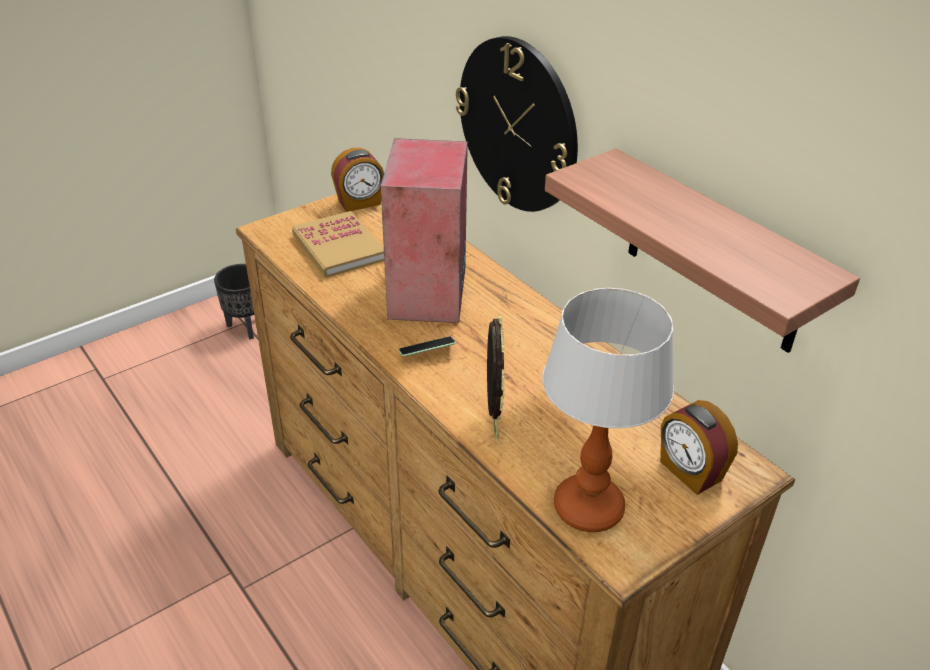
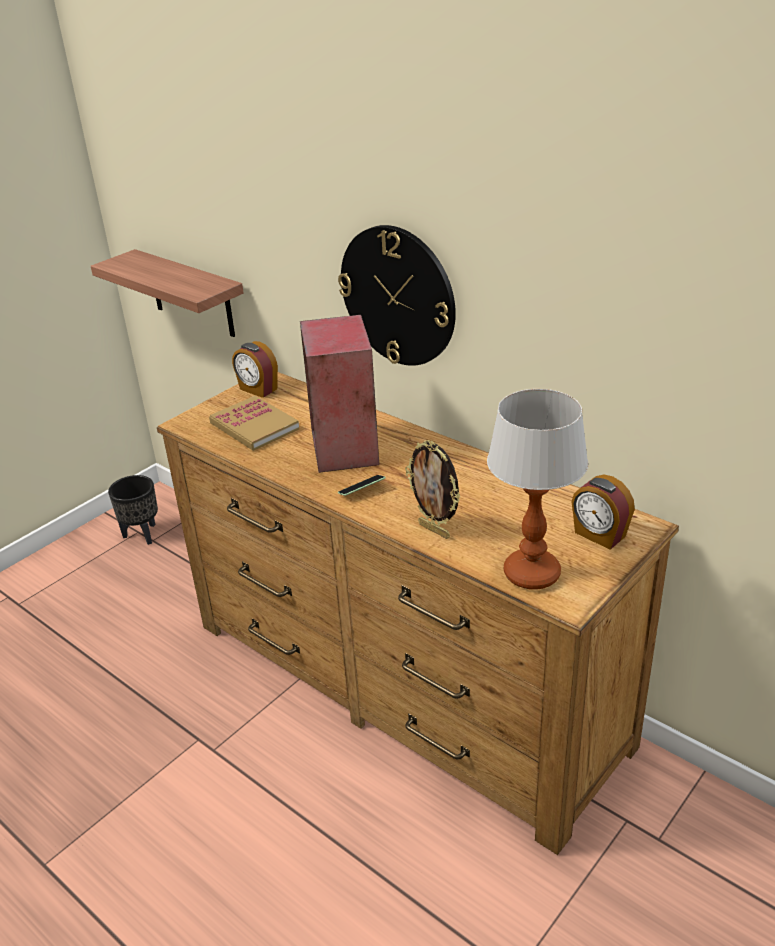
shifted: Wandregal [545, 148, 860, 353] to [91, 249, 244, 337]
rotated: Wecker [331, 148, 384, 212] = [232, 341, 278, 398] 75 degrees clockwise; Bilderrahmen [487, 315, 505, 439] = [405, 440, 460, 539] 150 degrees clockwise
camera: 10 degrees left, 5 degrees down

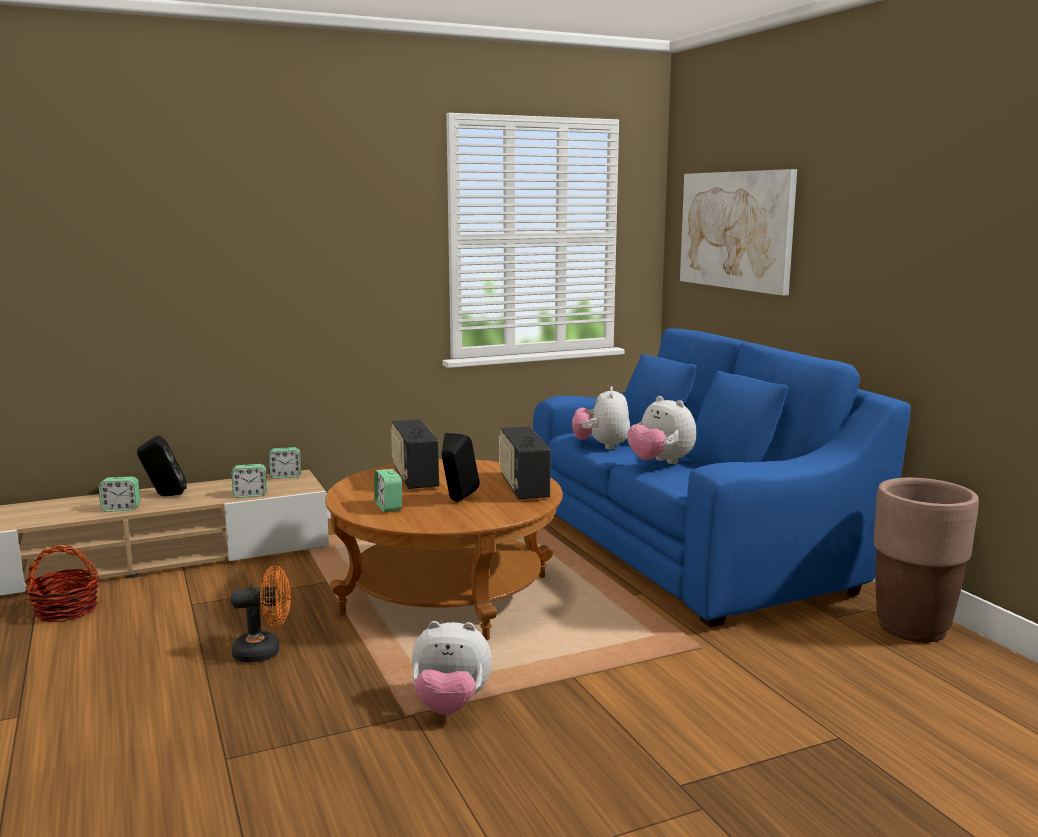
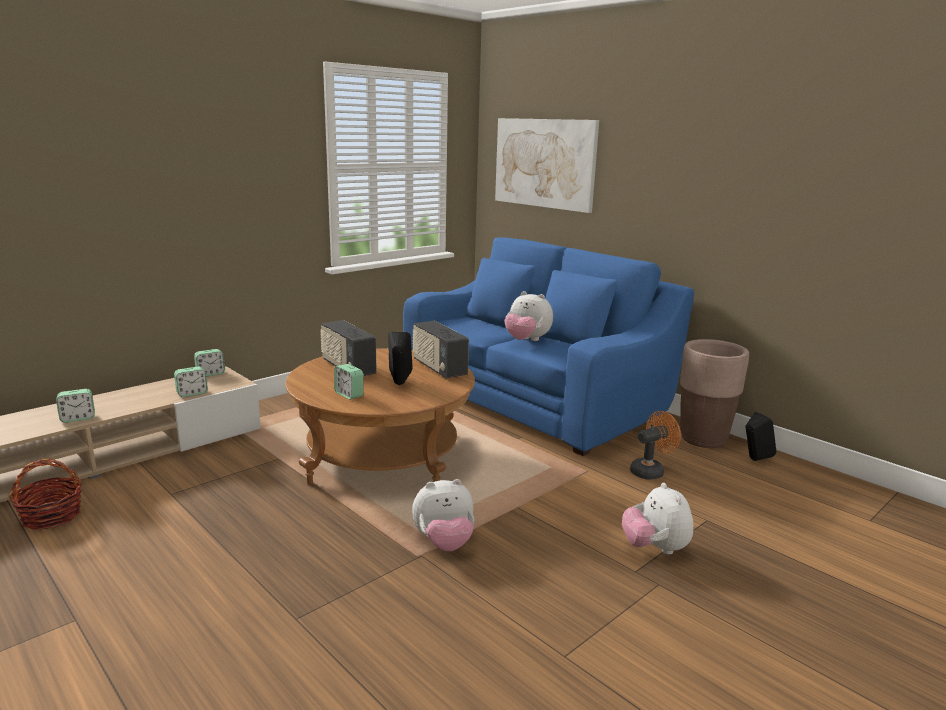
shifted: Plüschtier [572, 387, 630, 450] to [622, 483, 694, 555]; Lautsprecher (schwarz) [137, 435, 187, 496] to [746, 412, 776, 461]; Ventilator (orange) [231, 566, 291, 663] to [630, 411, 681, 480]
camera: 20 degrees left, 5 degrees up

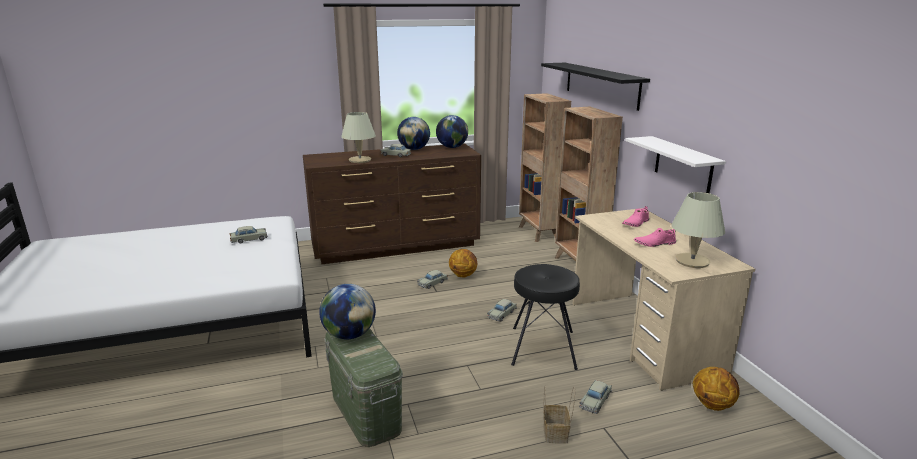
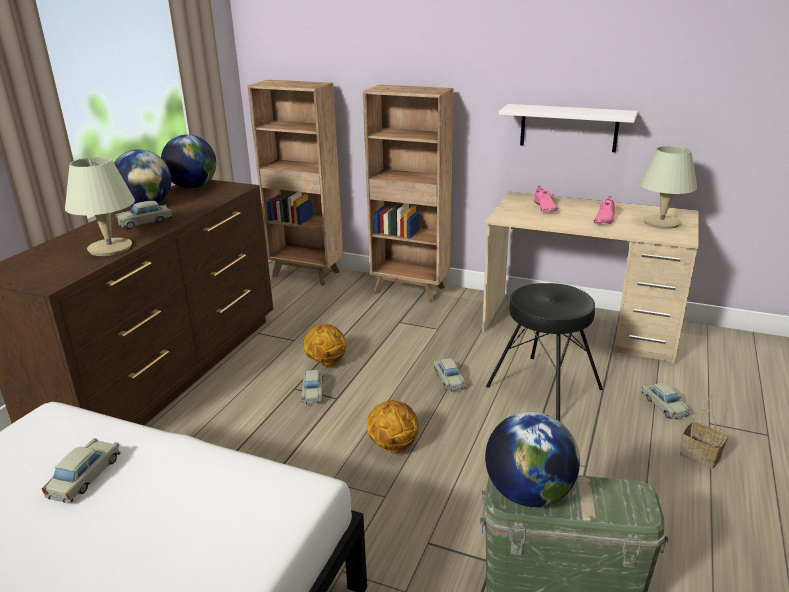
gone: Wandregal (schwarz) [541, 63, 650, 111]
shifted: Basketball [693, 367, 739, 411] to [367, 400, 418, 453]
camera: 50 degrees left, 5 degrees up

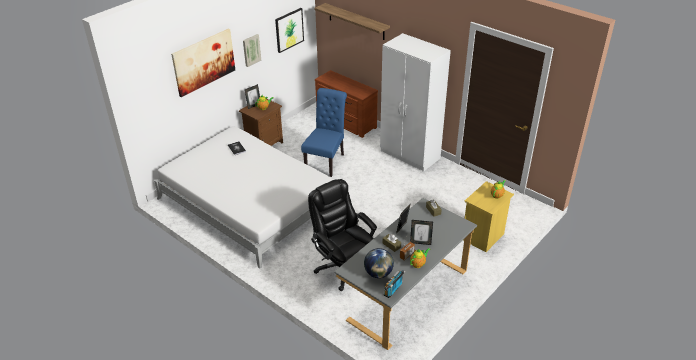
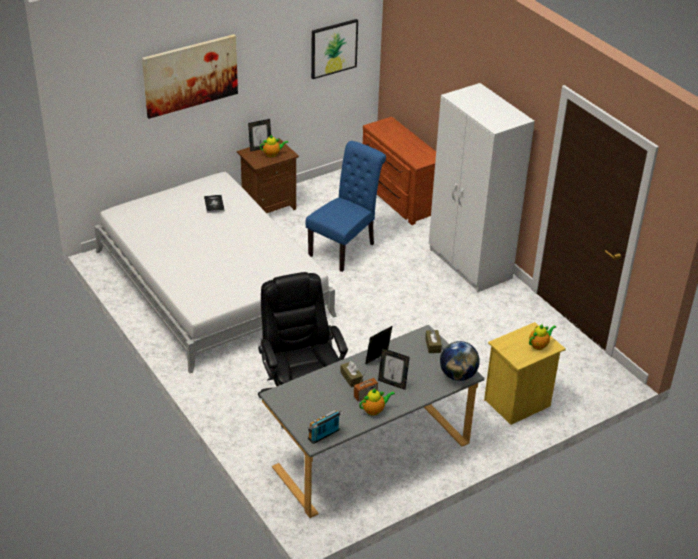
gone: Wandregal [315, 3, 390, 40]; Bild [243, 34, 261, 67]
shifted: Globus [364, 248, 394, 278] to [440, 341, 480, 381]
camera: 15 degrees right, 0 degrees up

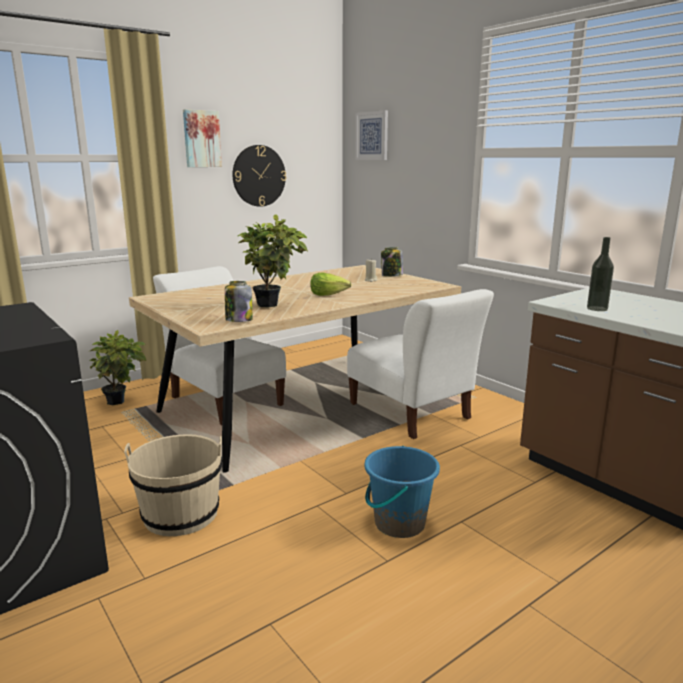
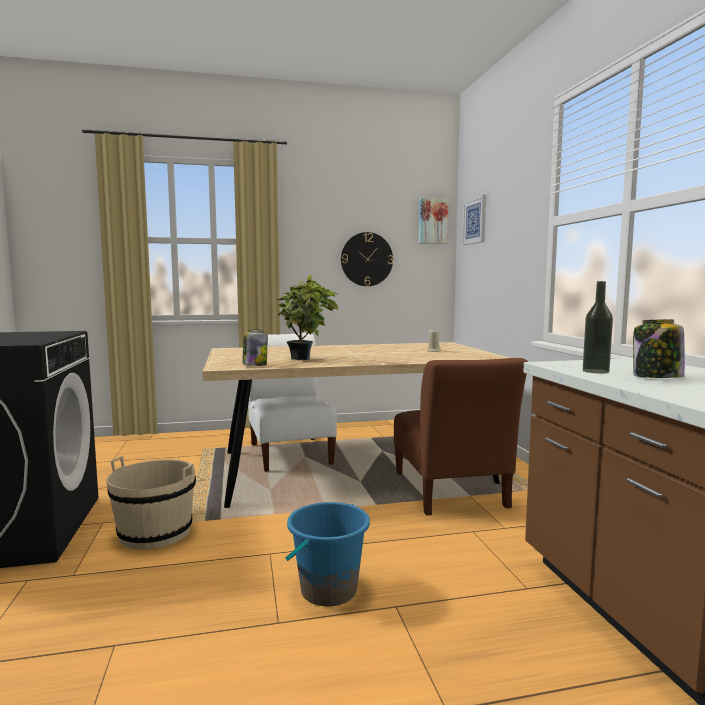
gone: Salatkopf [310, 273, 352, 296]; Topfpflanze [89, 330, 146, 405]
shifted: Bild [183, 109, 222, 167] to [419, 198, 449, 244]; Vorratsglas [381, 247, 403, 276] to [633, 319, 685, 378]
repainted: Stuhl (weiß) [347, 289, 494, 439] to Stuhl (braun) [394, 358, 528, 515]
camera: 25 degrees right, 10 degrees down

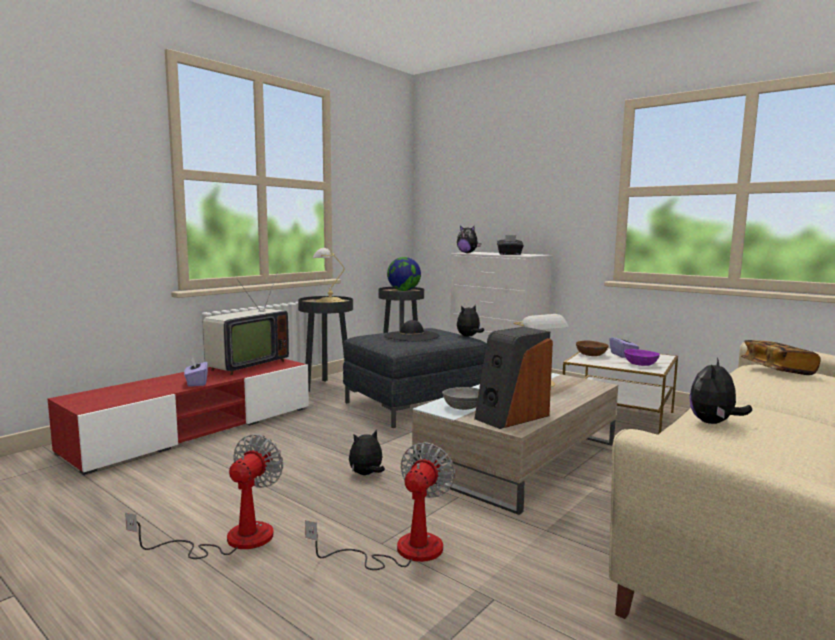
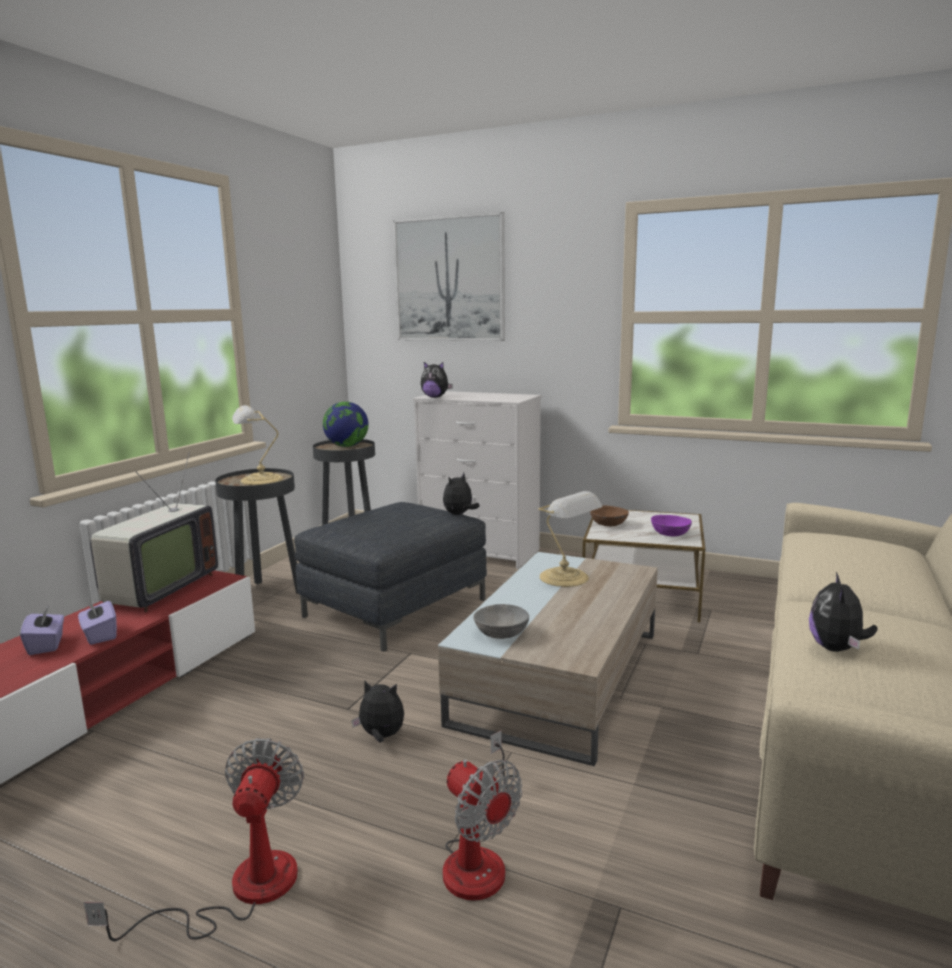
gone: Taschentuchbox (schwarz) [497, 235, 524, 255]; Hut (schwarz) [384, 320, 440, 341]; Lautsprecher [474, 327, 553, 429]; Buch [741, 340, 821, 375]
new: Bild [393, 212, 505, 341]
shifted: Taschentuchbox (lila) [609, 332, 639, 358] to [20, 605, 64, 655]
rotated: Plüschtier [349, 429, 385, 475] = [351, 680, 404, 742] 60 degrees clockwise; Ventilator [305, 442, 455, 570] = [443, 731, 522, 901] 135 degrees clockwise
camera: 15 degrees left, 5 degrees up

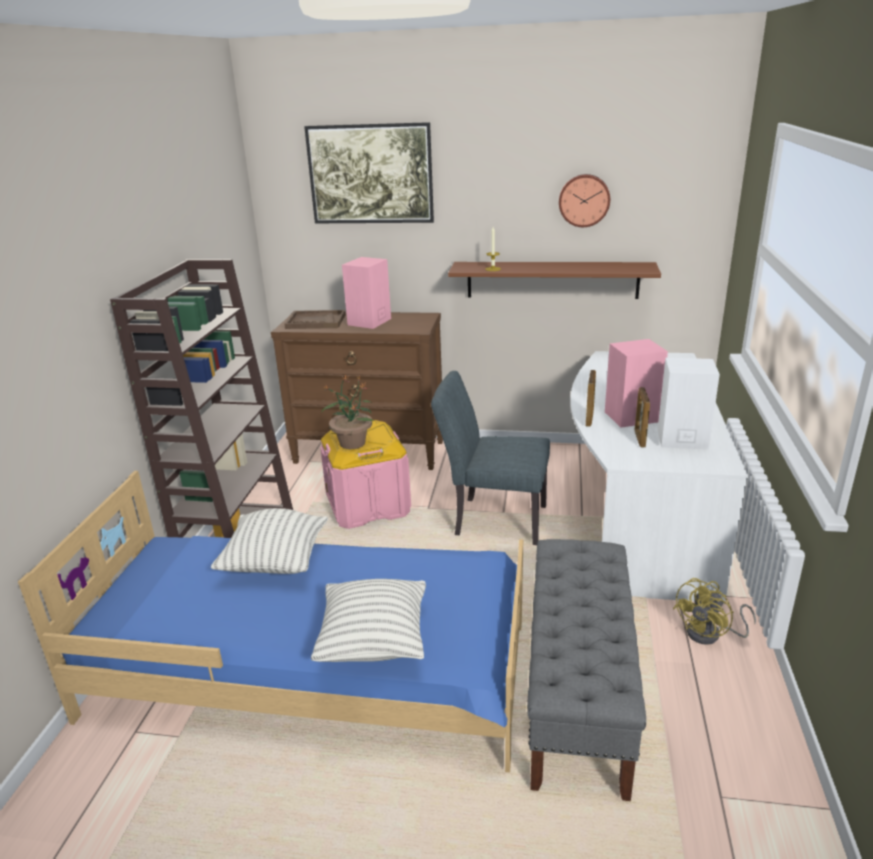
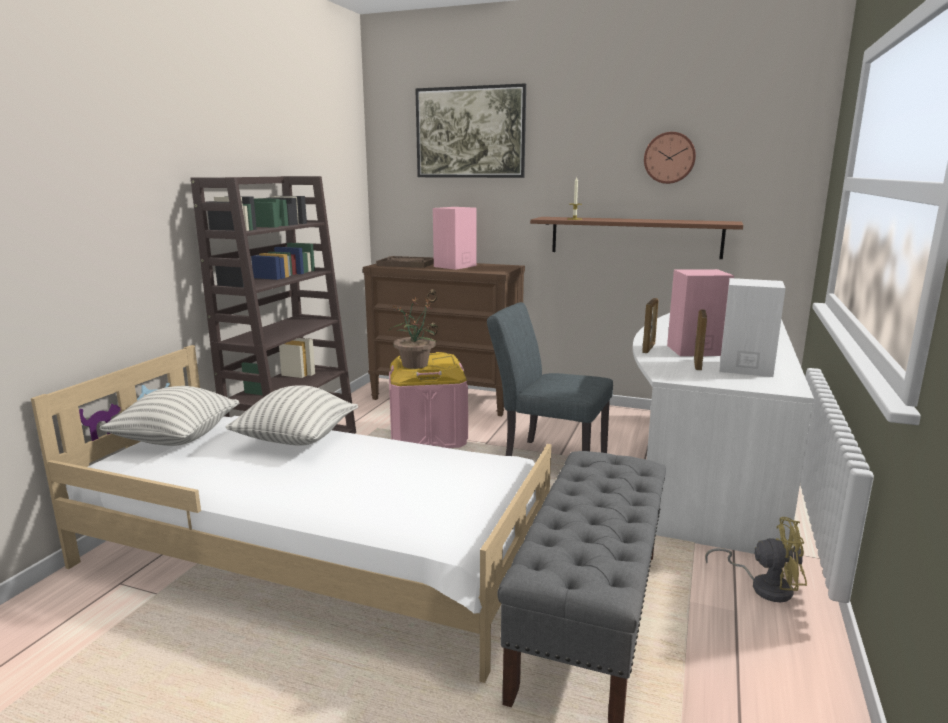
shifted: Kissen [311, 579, 426, 662] to [99, 386, 239, 446]
repainted: Bett (blau) [18, 471, 523, 773] to Bett (weiß) [31, 345, 551, 683]
rotated: Ventilator (gelb) [673, 578, 756, 645] = [705, 517, 807, 602] 135 degrees counterclockwise
camera: 10 degrees right, 10 degrees down

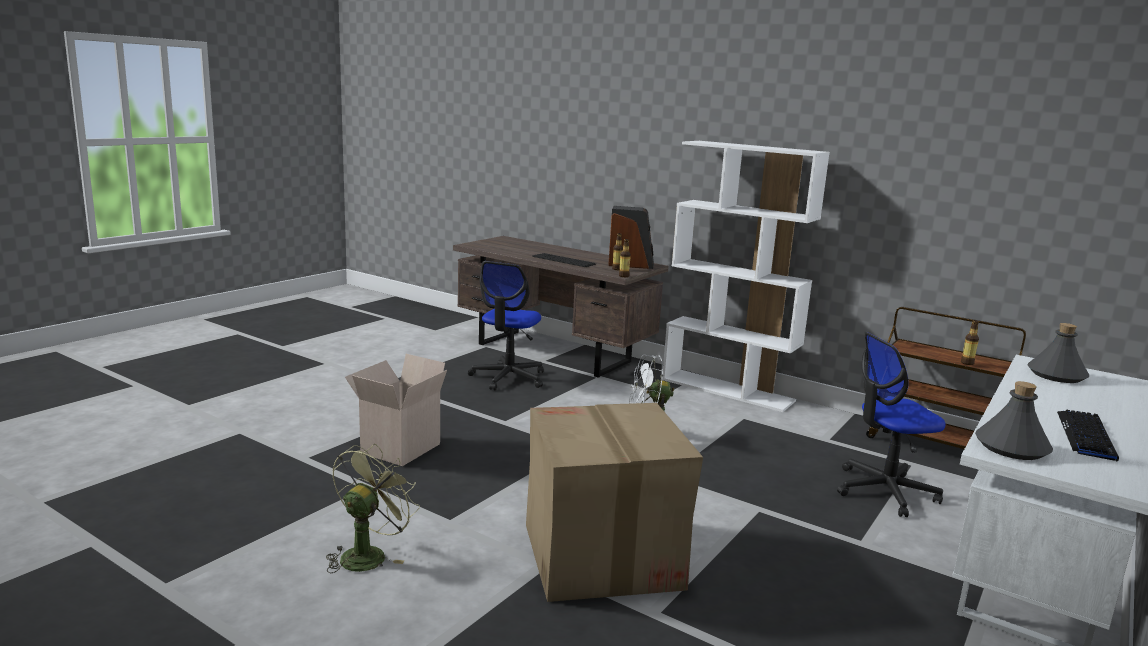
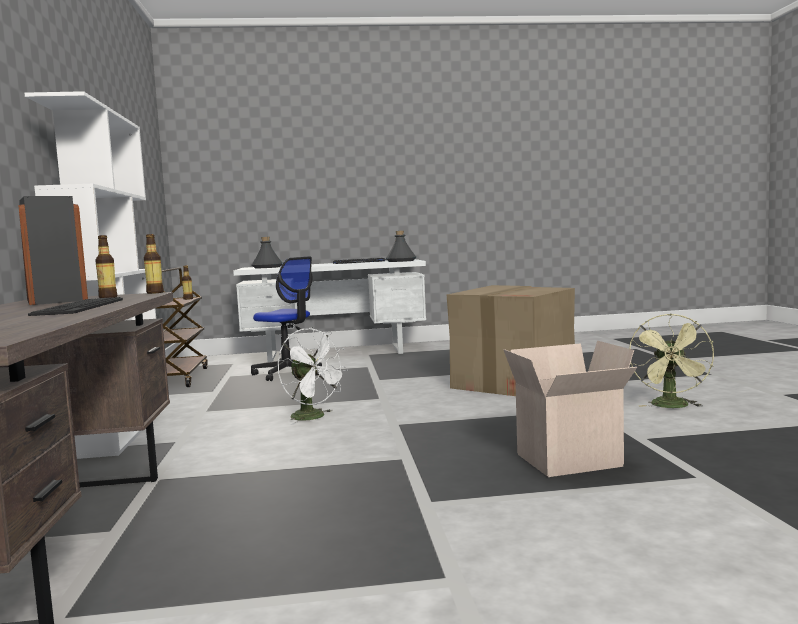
gone: Bürostuhl [468, 261, 544, 390]
rotated: Ventilator (grün) [326, 444, 420, 573] = [629, 314, 714, 408] 60 degrees counterclockwise
camera: 130 degrees left, 10 degrees down

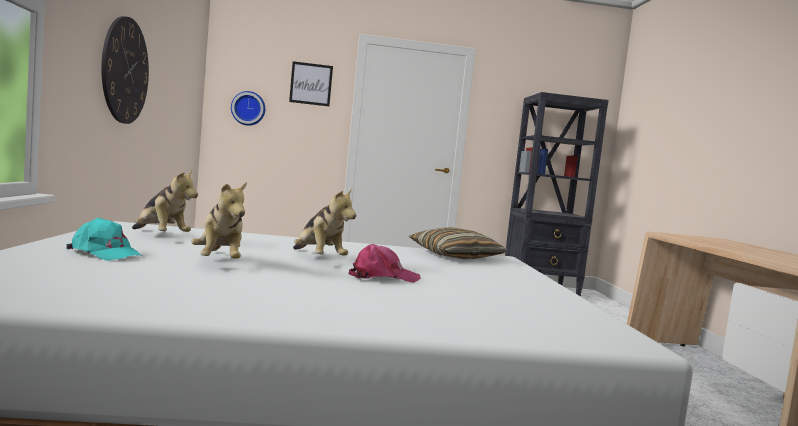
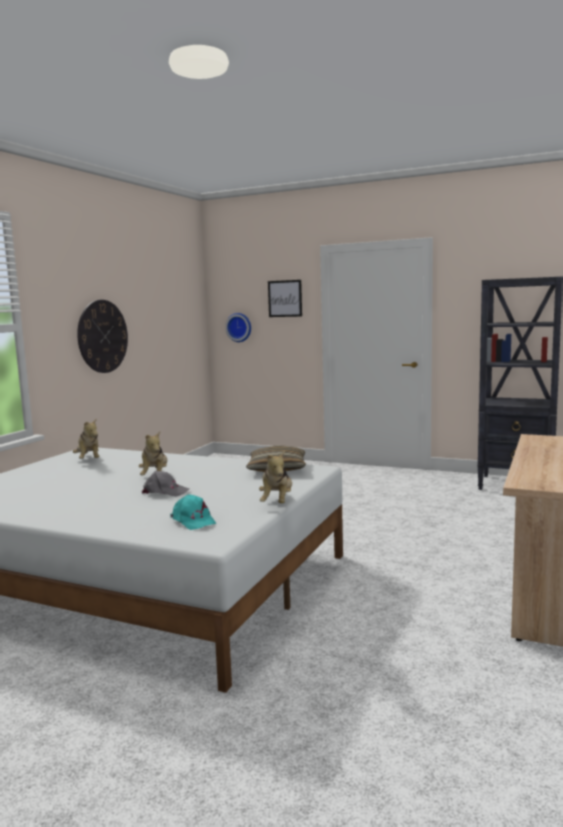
shifted: Plüschtier [191, 182, 247, 259] to [259, 451, 292, 503]; Kappe (türkis) [66, 218, 142, 261] to [170, 494, 216, 530]
repainted: Kappe (rosa) [349, 244, 421, 283] to Kappe (grau) [142, 471, 189, 497]
camera: 30 degrees right, 5 degrees up

